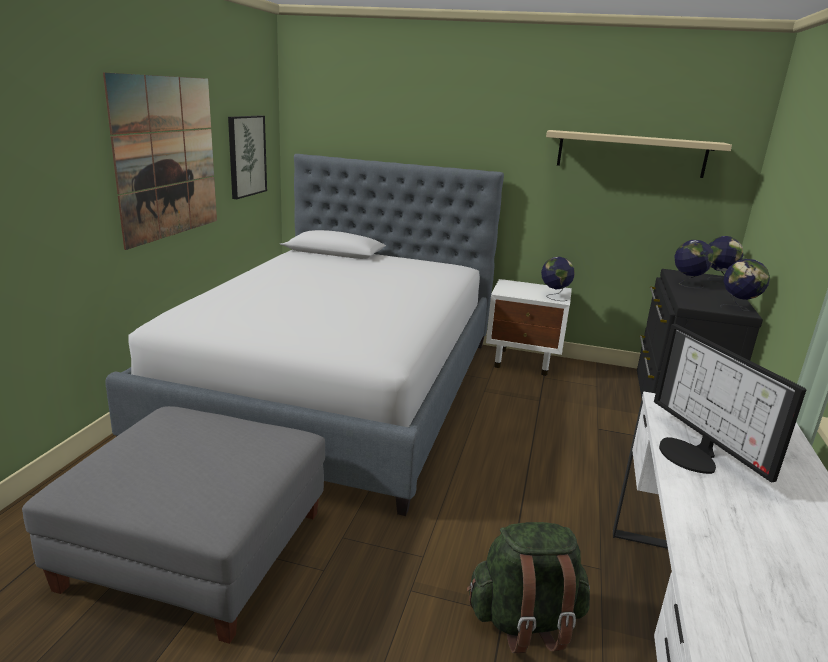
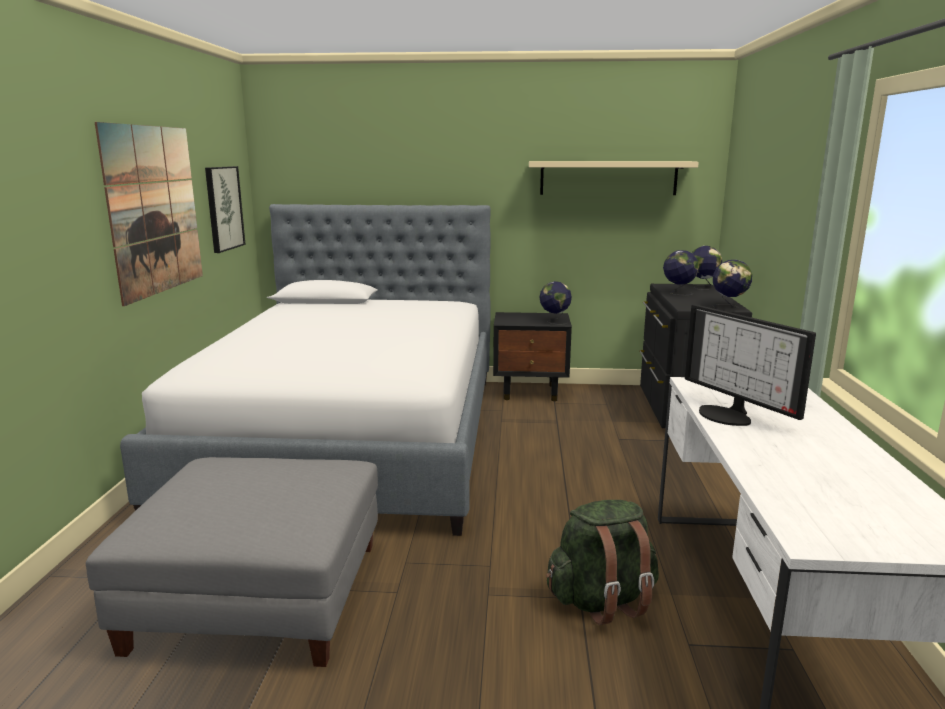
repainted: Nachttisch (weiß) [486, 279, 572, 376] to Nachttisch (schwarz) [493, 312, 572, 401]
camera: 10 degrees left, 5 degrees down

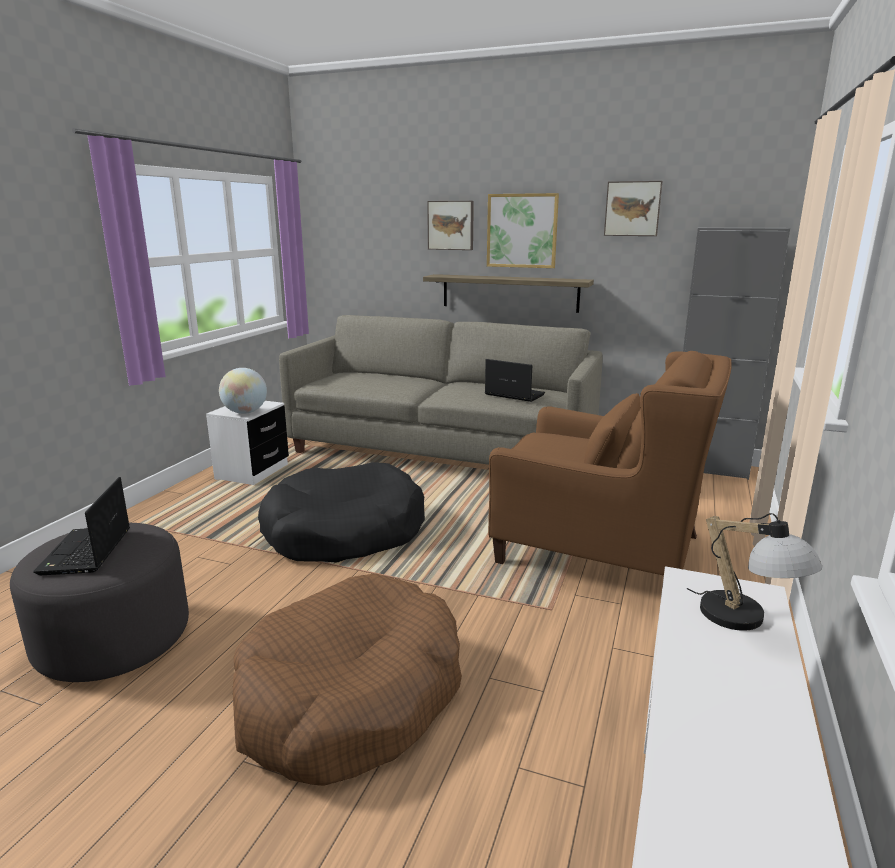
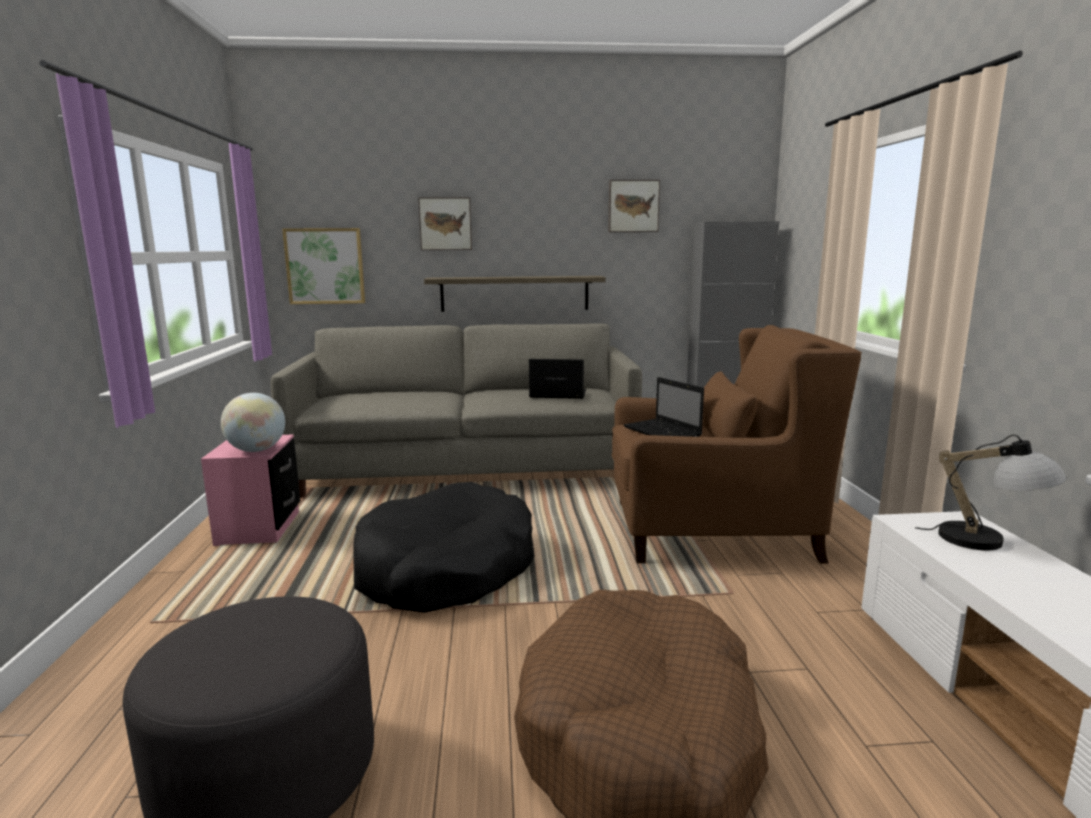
shifted: Bild [487, 193, 559, 268] to [282, 228, 365, 304]; Laptop [33, 477, 130, 575] to [623, 377, 704, 437]
repainted: Nachttisch (weiß) [206, 401, 289, 485] to Nachttisch (rosa) [201, 434, 300, 546]
camera: 25 degrees left, 5 degrees down

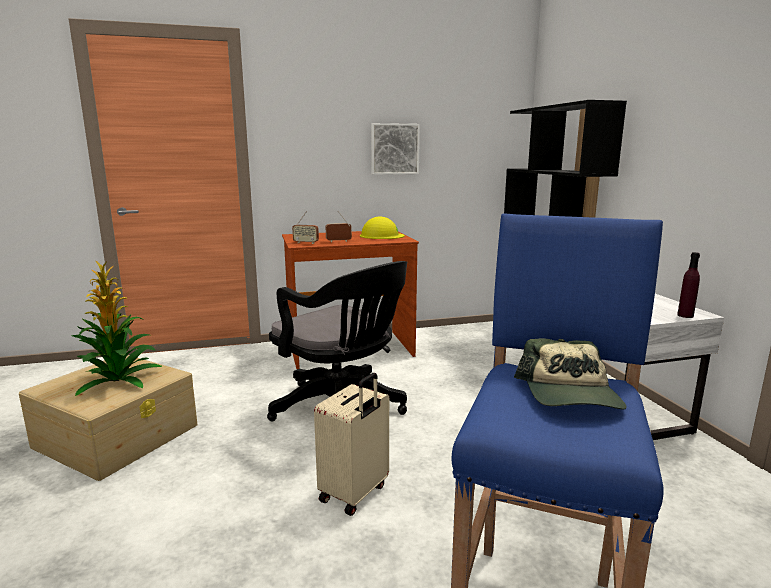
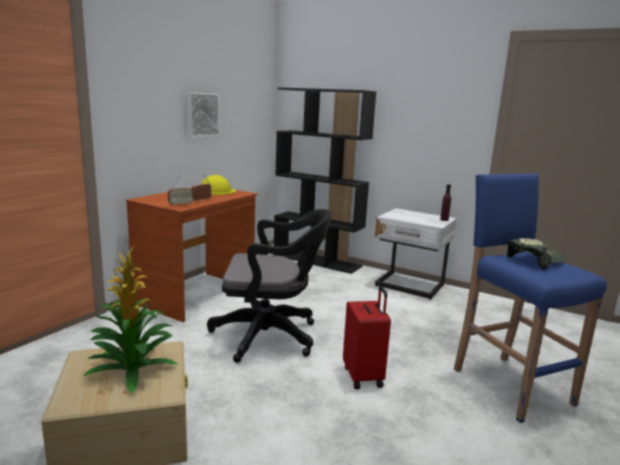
repainted: Koffer (beige) [314, 373, 389, 516] to Koffer (rot) [343, 286, 391, 389]
rotated: Kappe [514, 338, 627, 410] = [507, 238, 564, 270] 75 degrees counterclockwise
camera: 45 degrees left, 0 degrees up

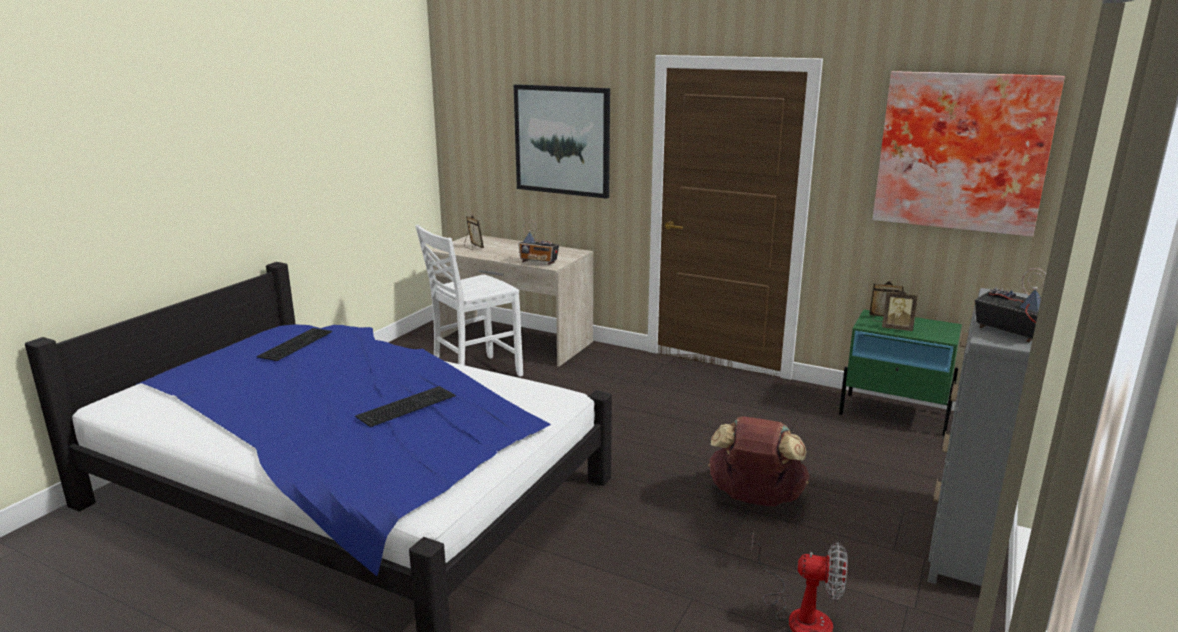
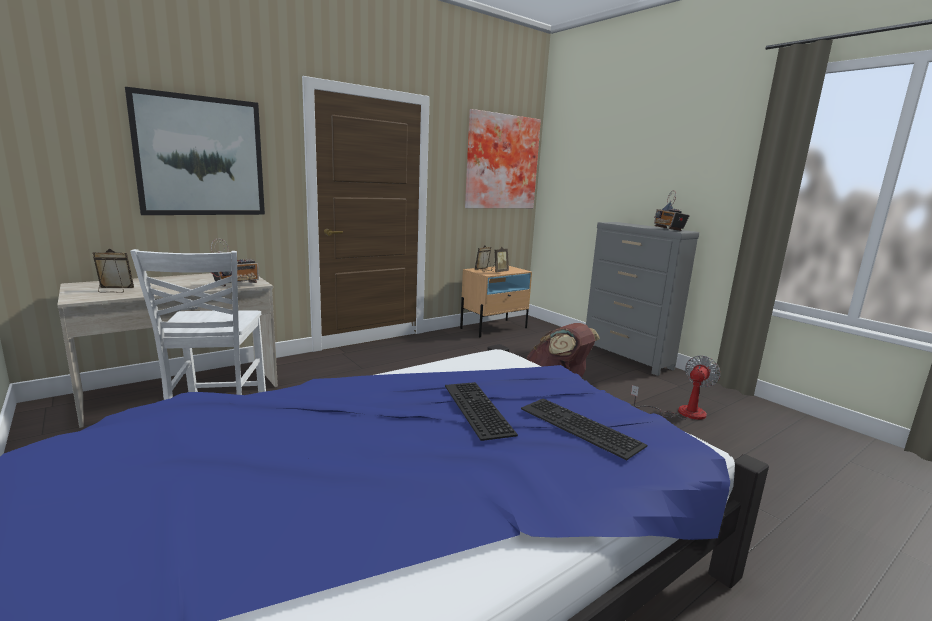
shifted: Tastatur [257, 328, 332, 361] to [521, 399, 647, 460]
repainted: Nachttisch (grün) [839, 309, 962, 436] to Nachttisch (beige) [460, 266, 532, 337]
rotated: Radio [975, 268, 1046, 342] = [654, 190, 690, 231] 90 degrees counterclockwise
camera: 65 degrees left, 5 degrees down

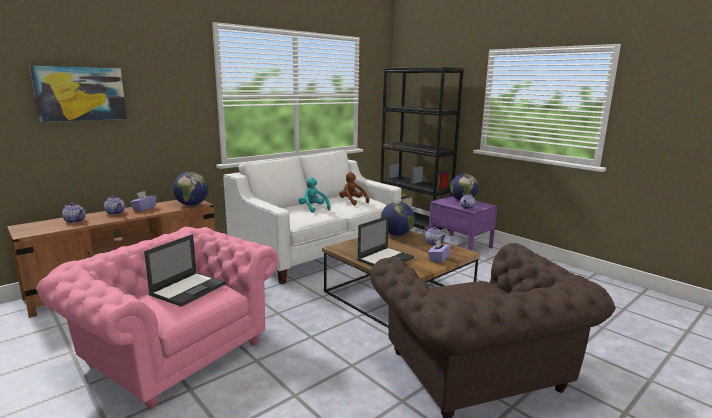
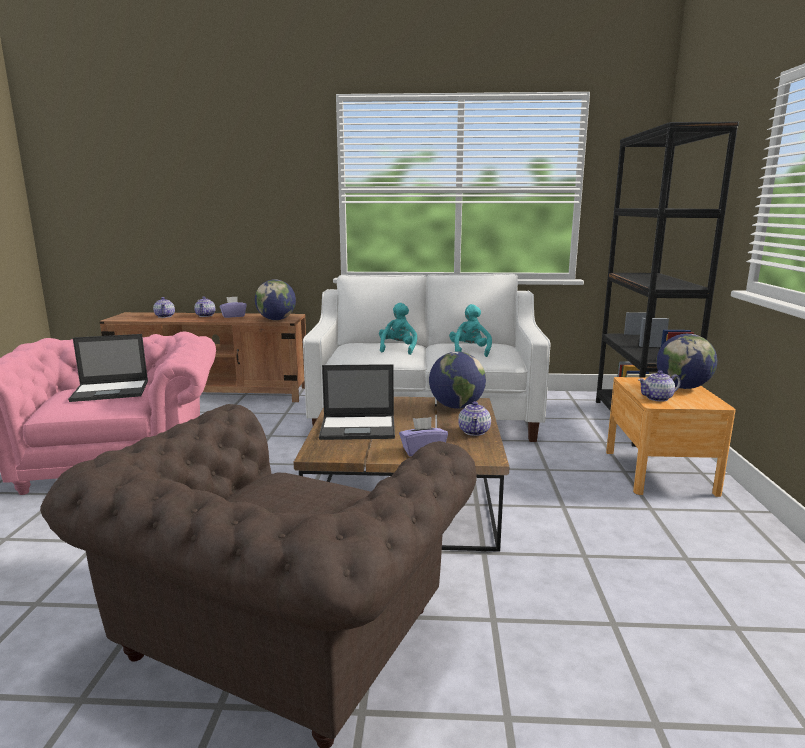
gone: Bild [29, 65, 127, 122]
repainted: Plüschtier (braun) [339, 172, 369, 205] to Plüschtier (türkis) [449, 304, 492, 357]; Nachttisch (lila) [429, 196, 497, 251] to Nachttisch (braun) [606, 377, 736, 497]
camera: 45 degrees right, 0 degrees up

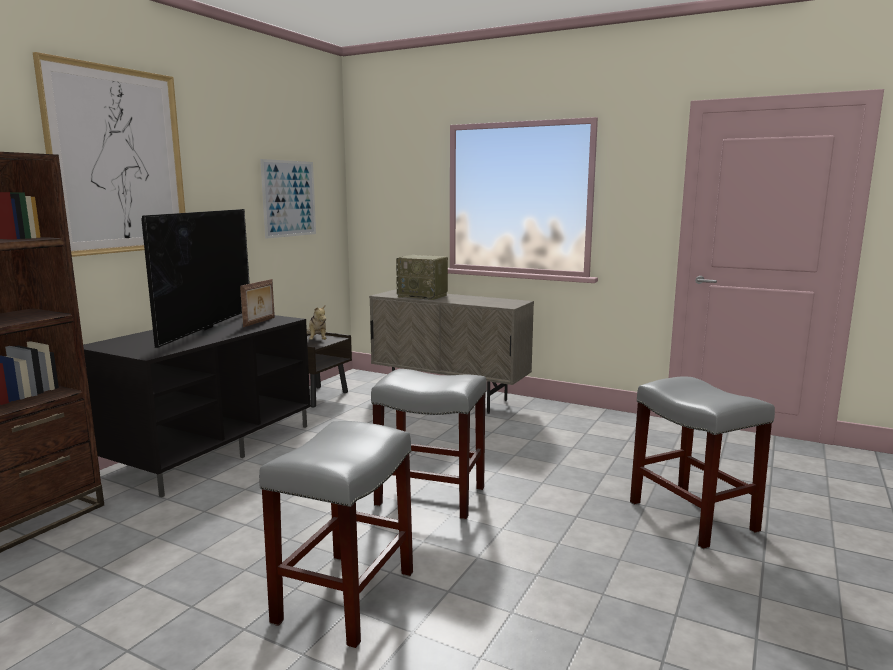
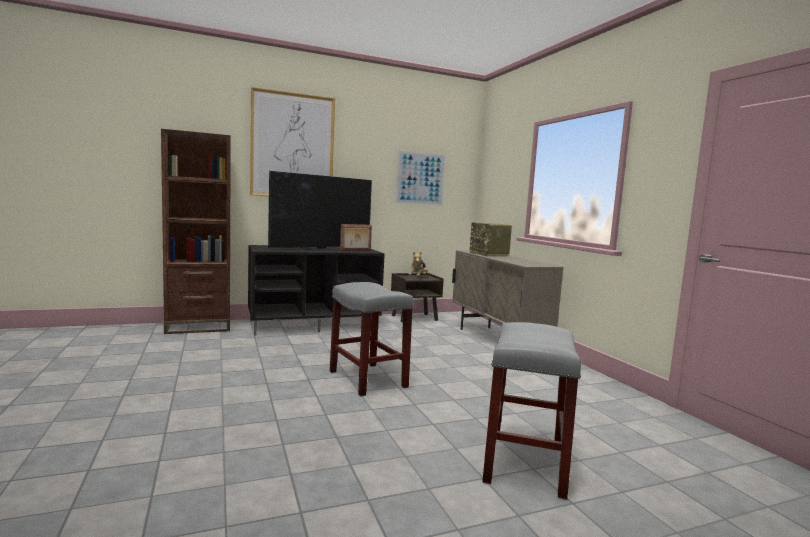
gone: Hocker (grau) [259, 421, 413, 648]
camera: 40 degrees right, 5 degrees down

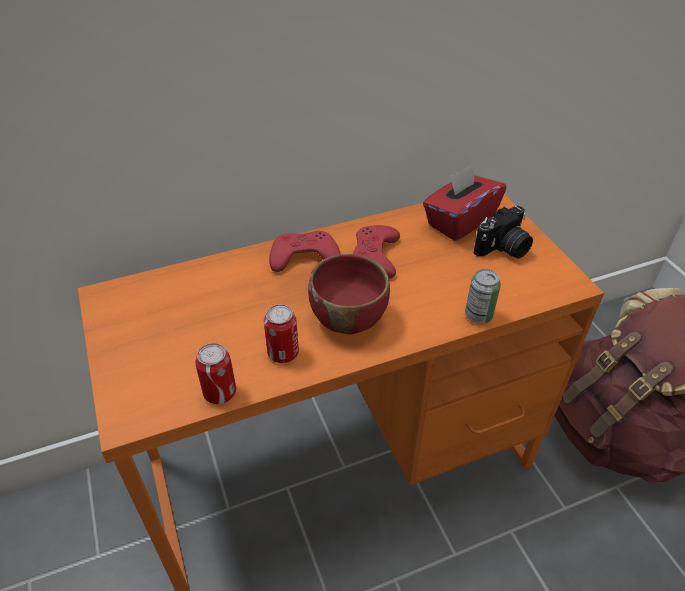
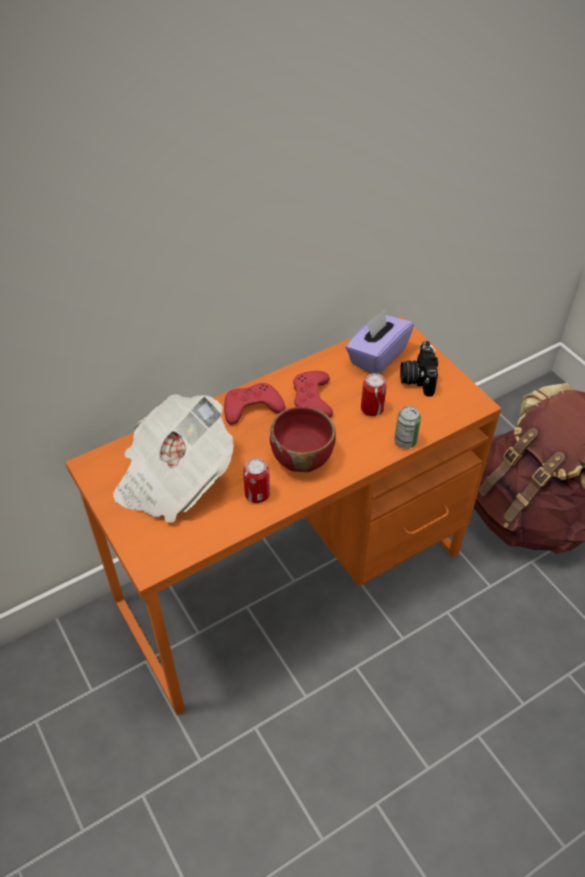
new: Zeitung [113, 394, 234, 523]
shifted: Dose [195, 343, 236, 404] to [361, 373, 387, 416]
repainted: Taschentuchbox (rot) [423, 164, 506, 241] to Taschentuchbox (lila) [345, 309, 414, 374]
rotated: Kamera [474, 206, 533, 259] = [400, 341, 438, 396] 135 degrees clockwise
camera: 10 degrees left, 5 degrees up

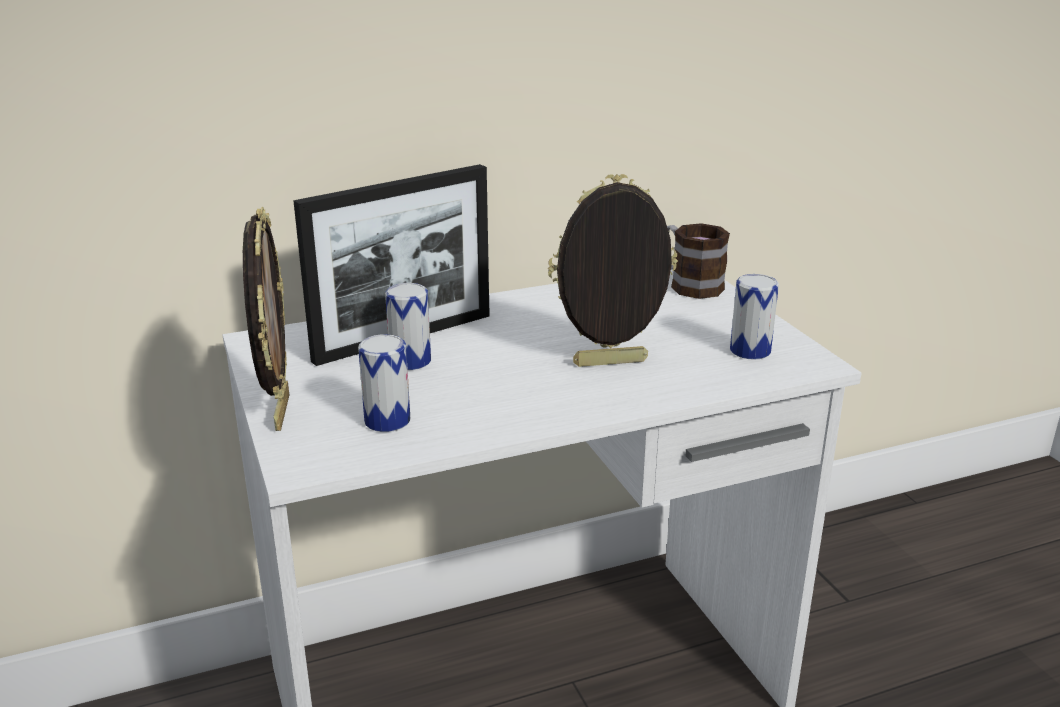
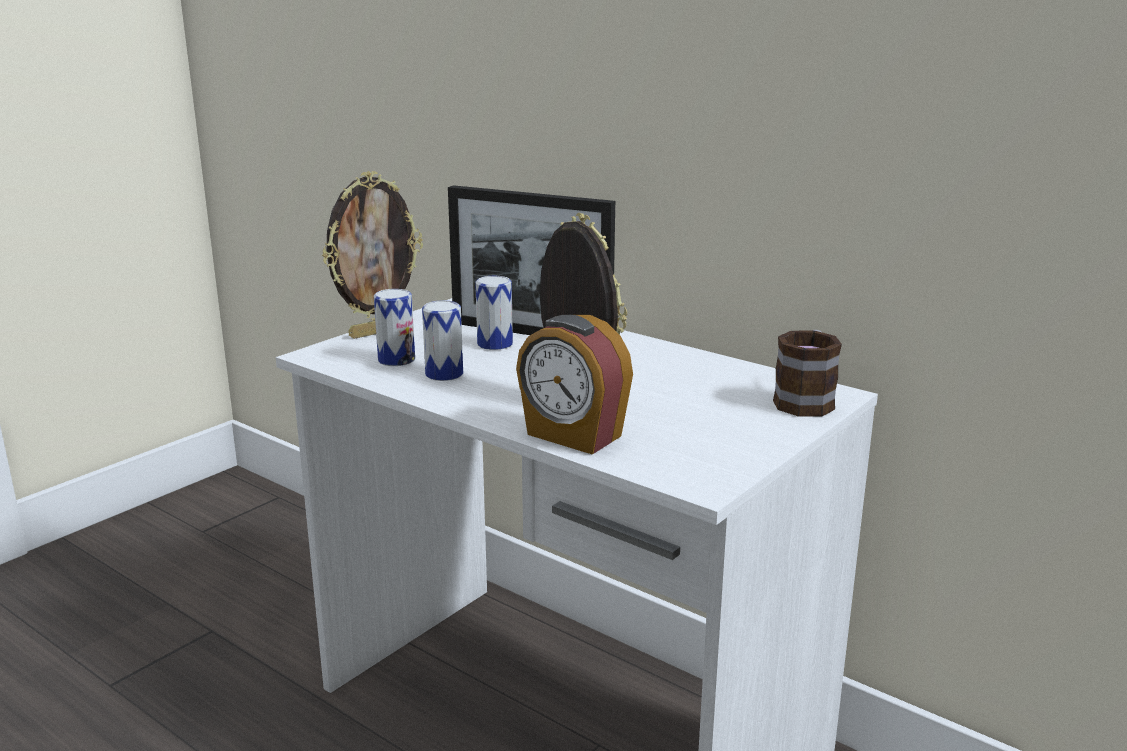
new: Wecker [516, 315, 633, 455]
shifted: Dose [730, 274, 779, 360] to [422, 300, 463, 381]
camera: 60 degrees right, 5 degrees down

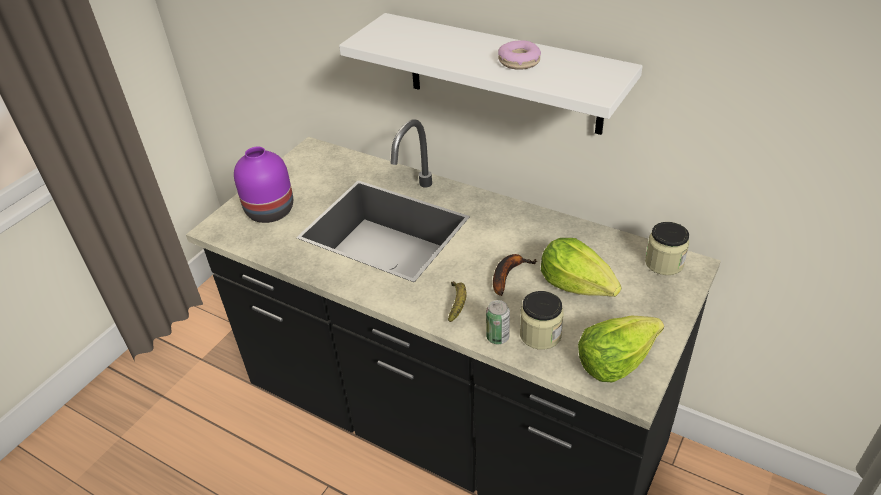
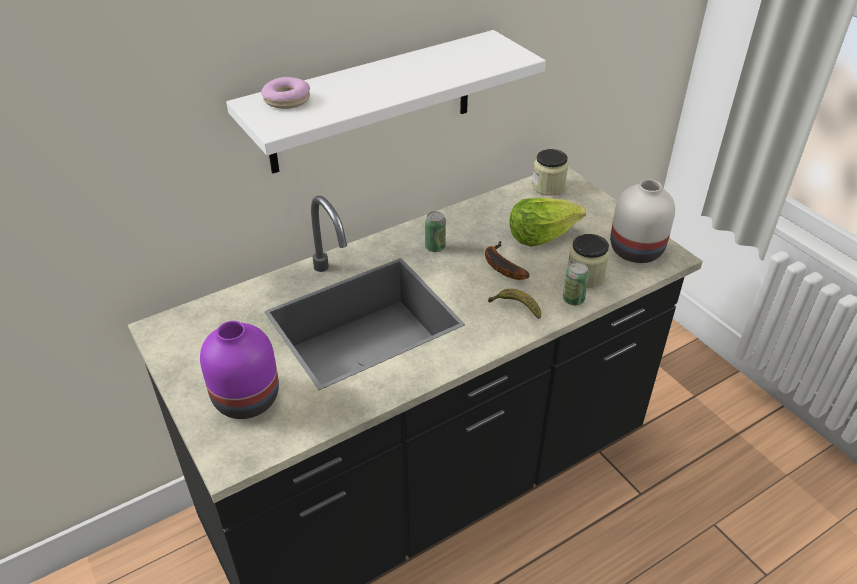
new: Dose [425, 211, 446, 252]
shifted: Donut [498, 40, 541, 70] to [261, 77, 310, 109]
swapped: Salatkopf [578, 316, 664, 382] to Vase (weiß) [610, 179, 675, 263]
camera: 65 degrees left, 0 degrees up

